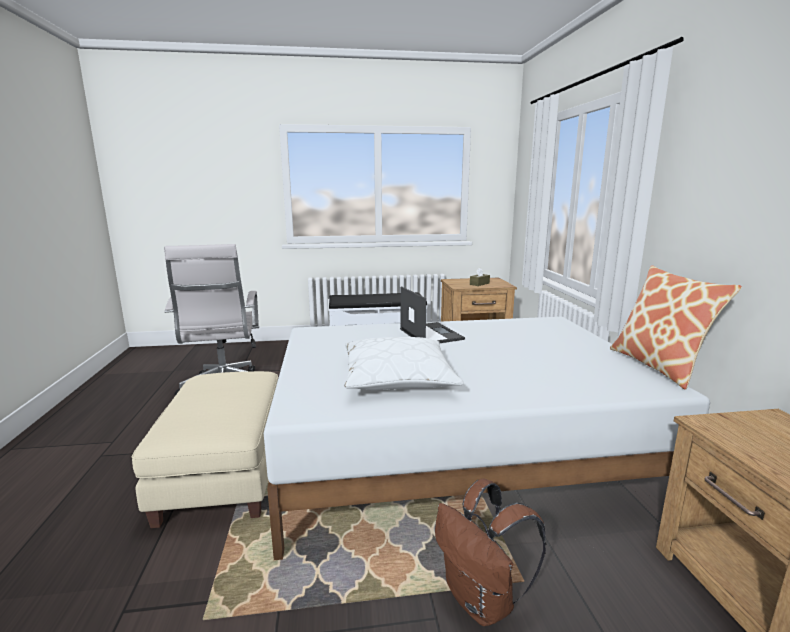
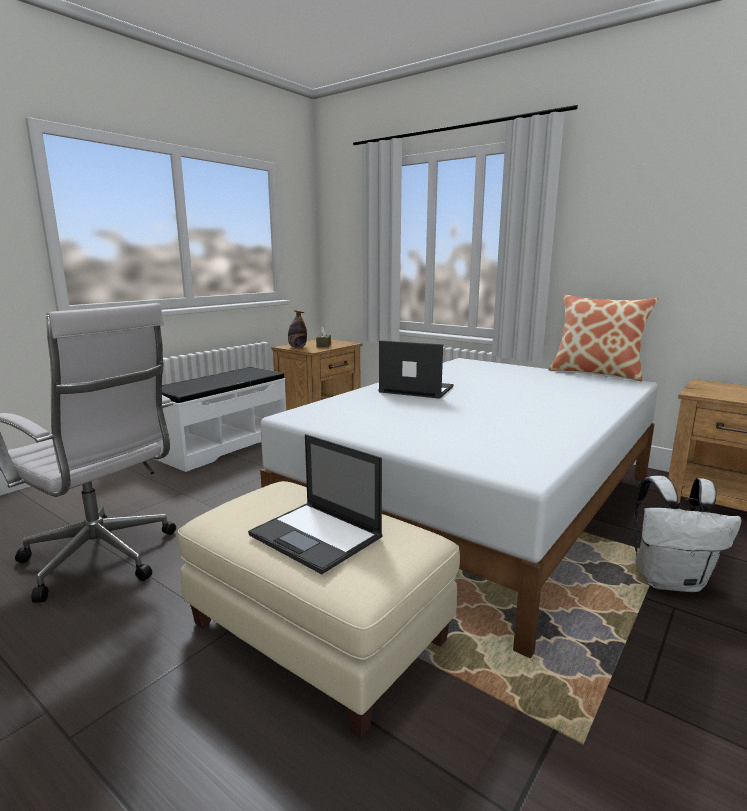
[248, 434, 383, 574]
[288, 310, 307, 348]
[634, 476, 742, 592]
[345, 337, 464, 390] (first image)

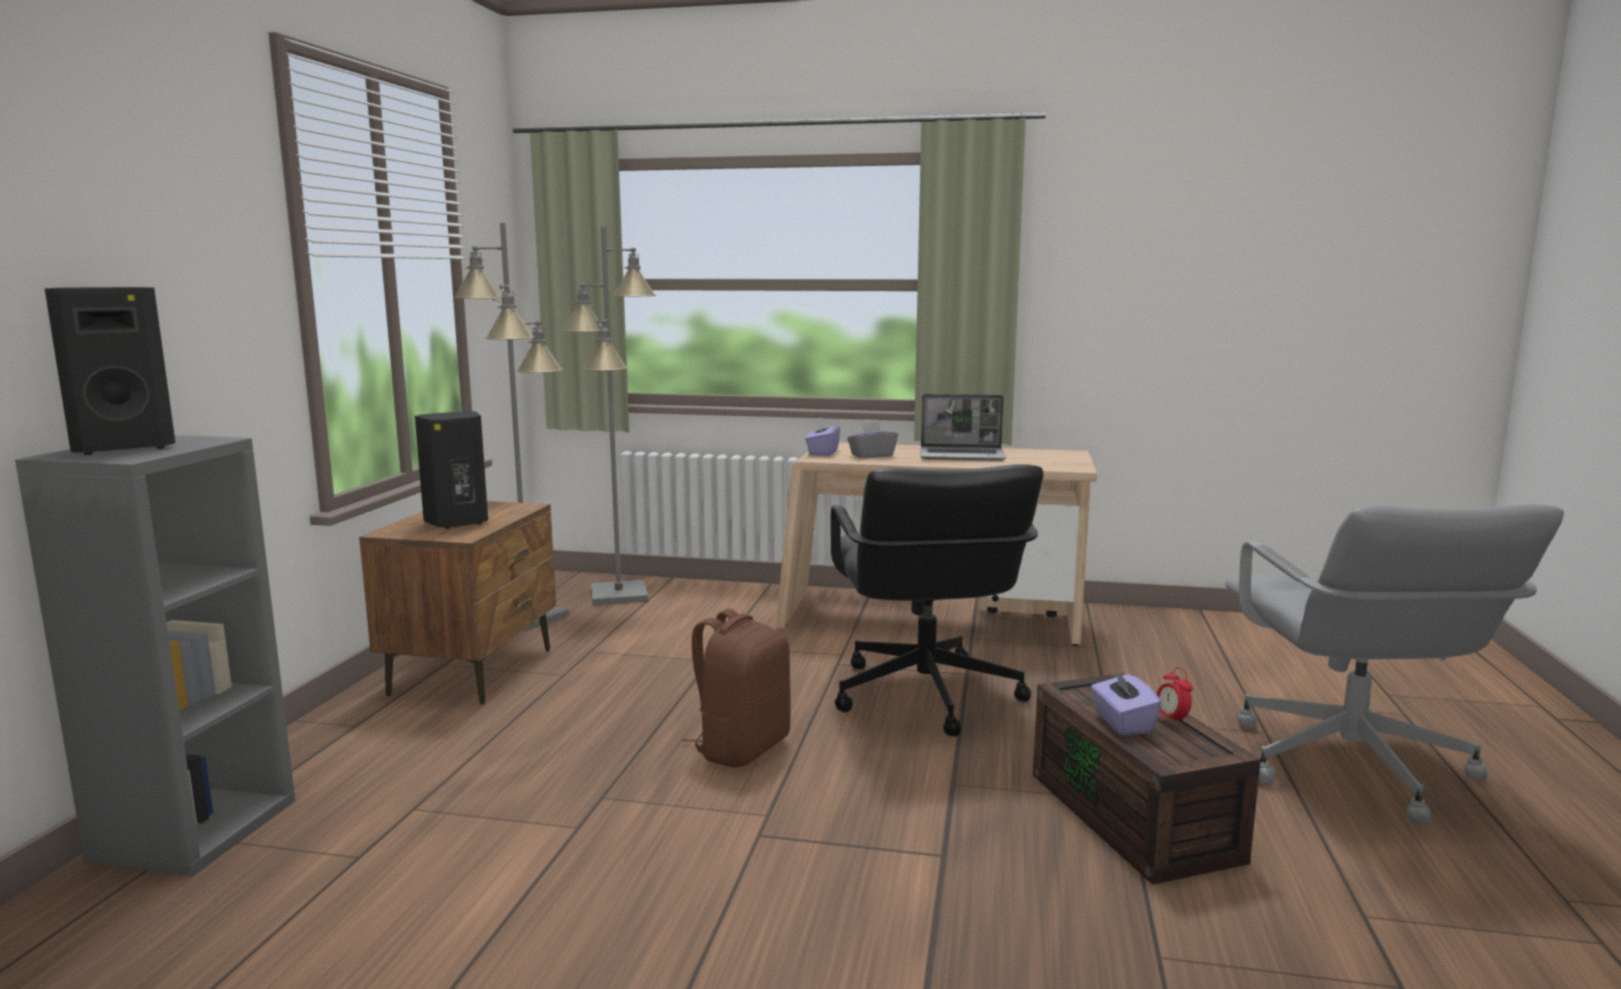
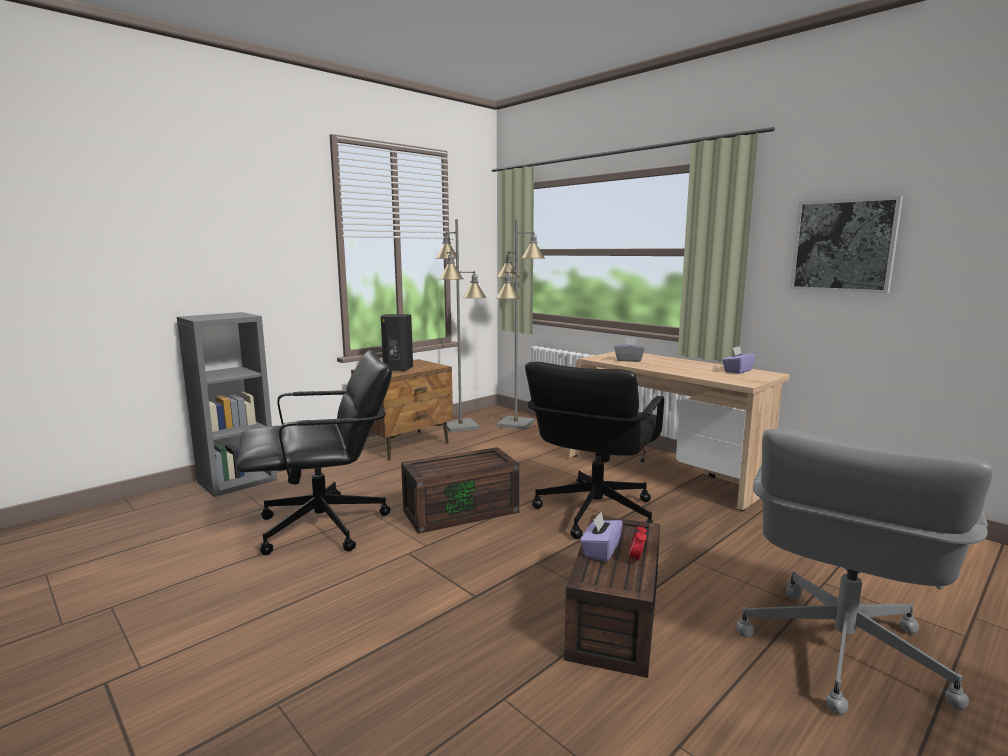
[236, 350, 392, 555]
[401, 447, 519, 534]
[722, 346, 755, 374]
[790, 196, 903, 293]
[45, 287, 175, 455] (first image)
[920, 394, 1006, 461] (first image)

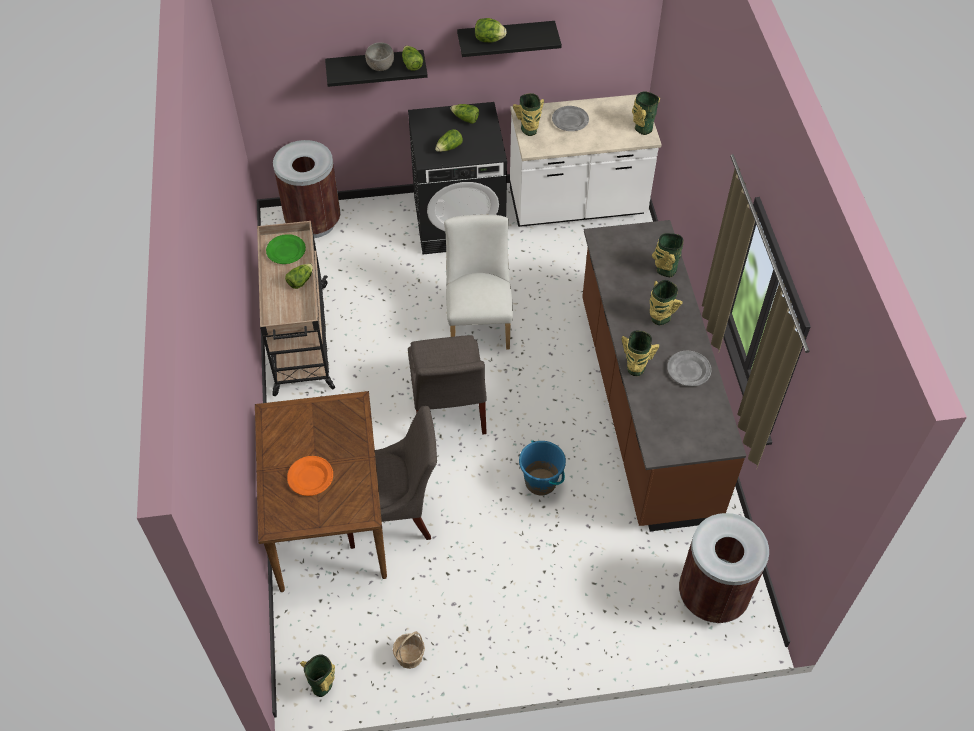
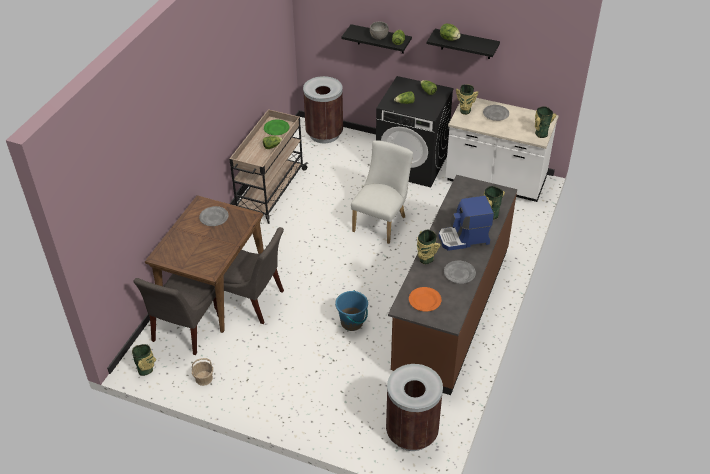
[133, 274, 218, 355]
[199, 206, 229, 226]
[409, 287, 441, 312]
[439, 195, 494, 251]

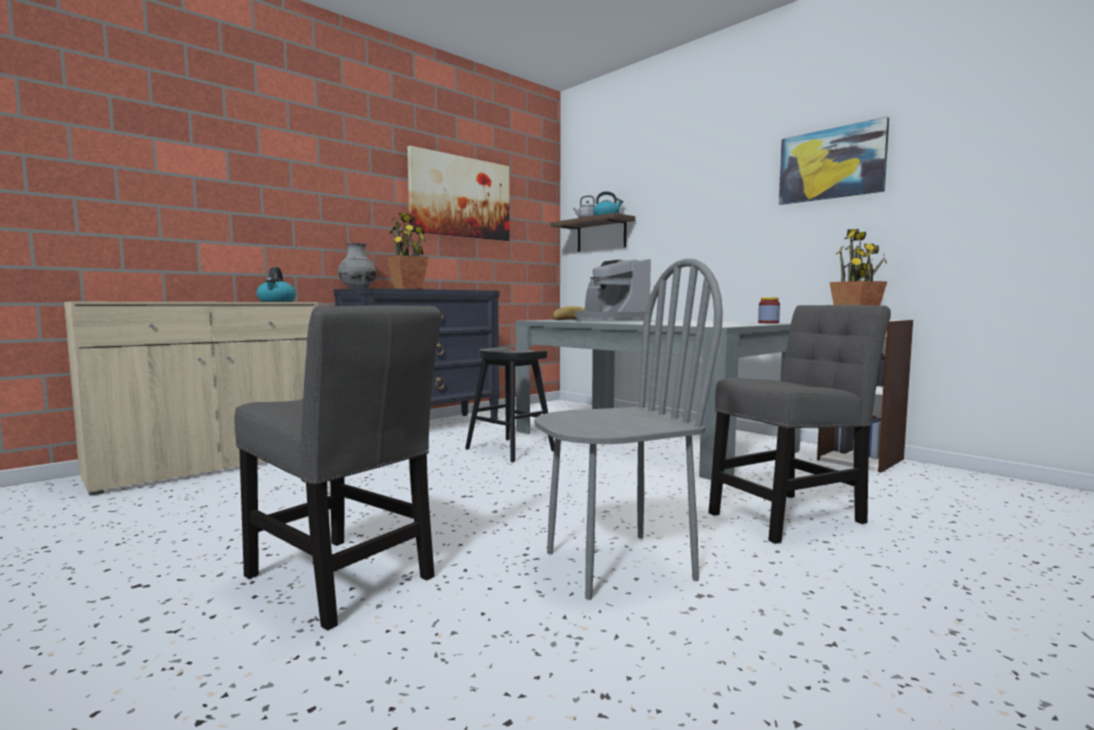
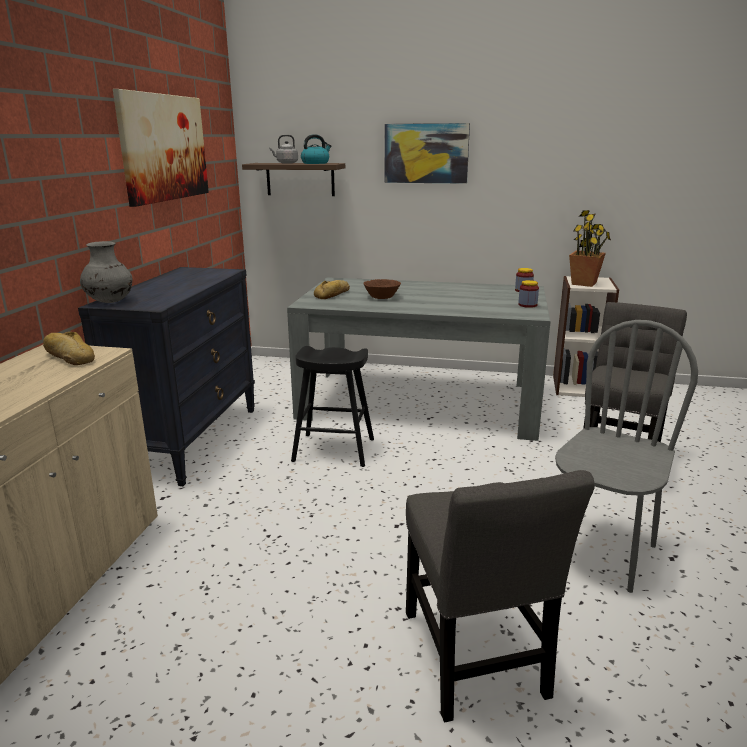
[43, 332, 95, 365]
[363, 279, 401, 299]
[384, 123, 470, 184]
[406, 470, 595, 723]
[518, 280, 539, 308]
[387, 213, 429, 289] (first image)

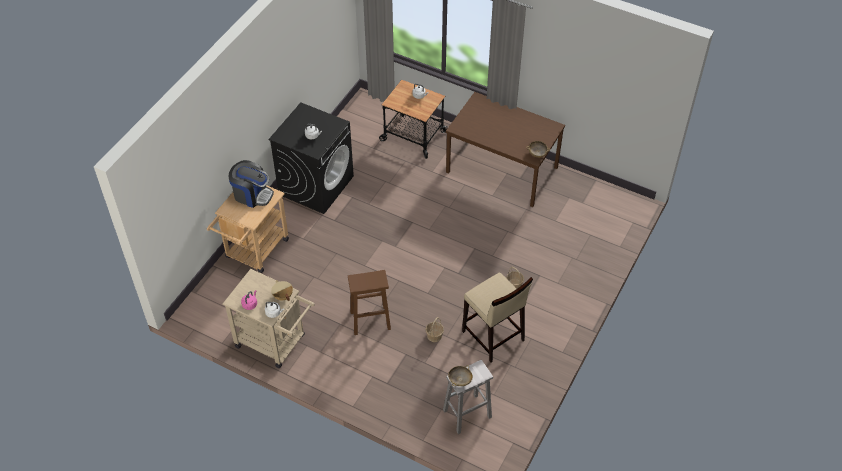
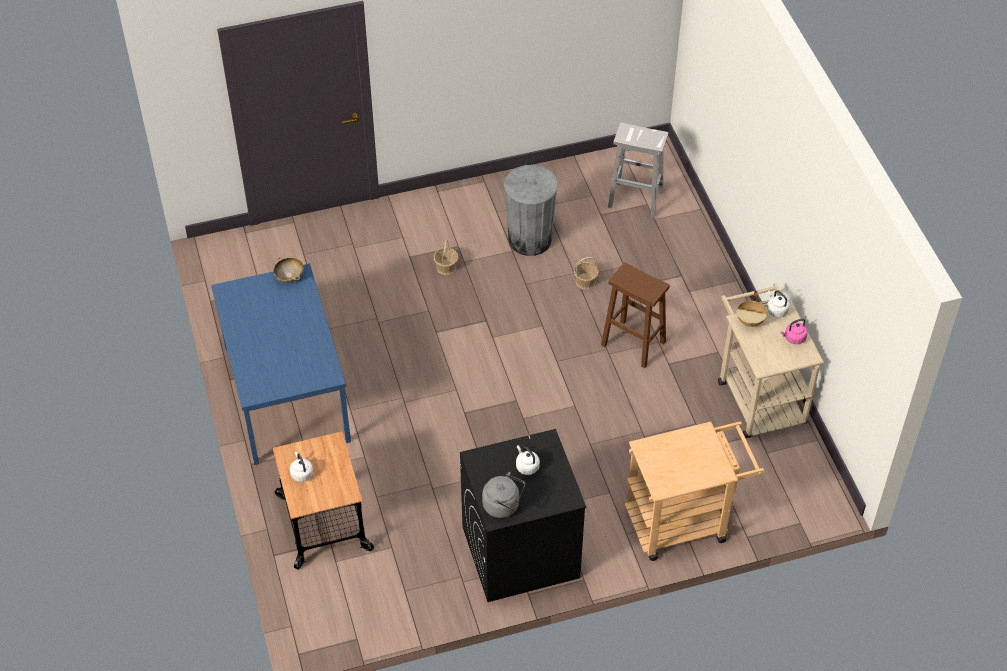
[211, 264, 351, 465]
[482, 472, 525, 518]
[504, 165, 558, 256]
[229, 160, 274, 208] (first image)
[448, 365, 473, 386] (first image)

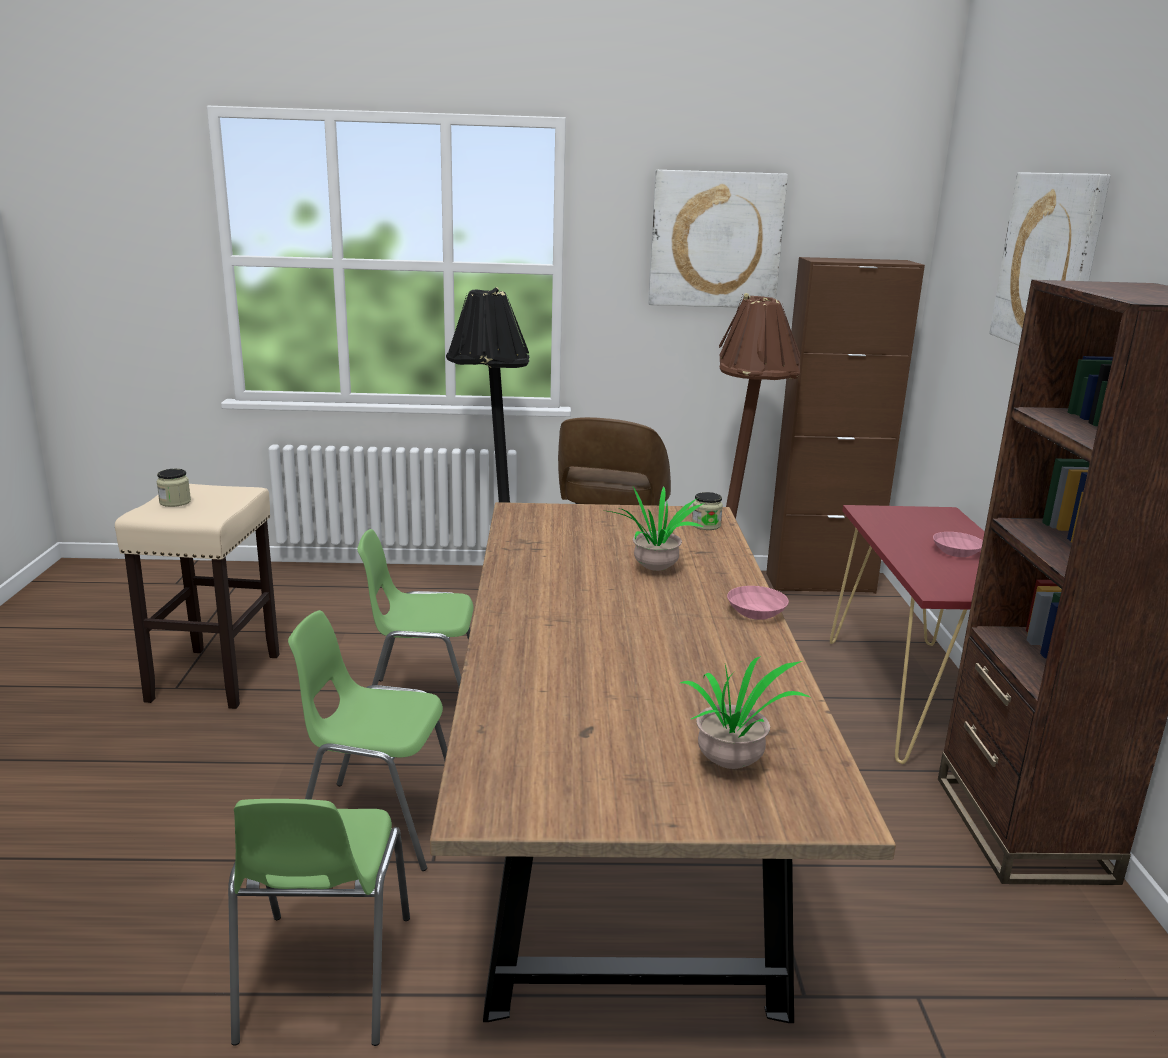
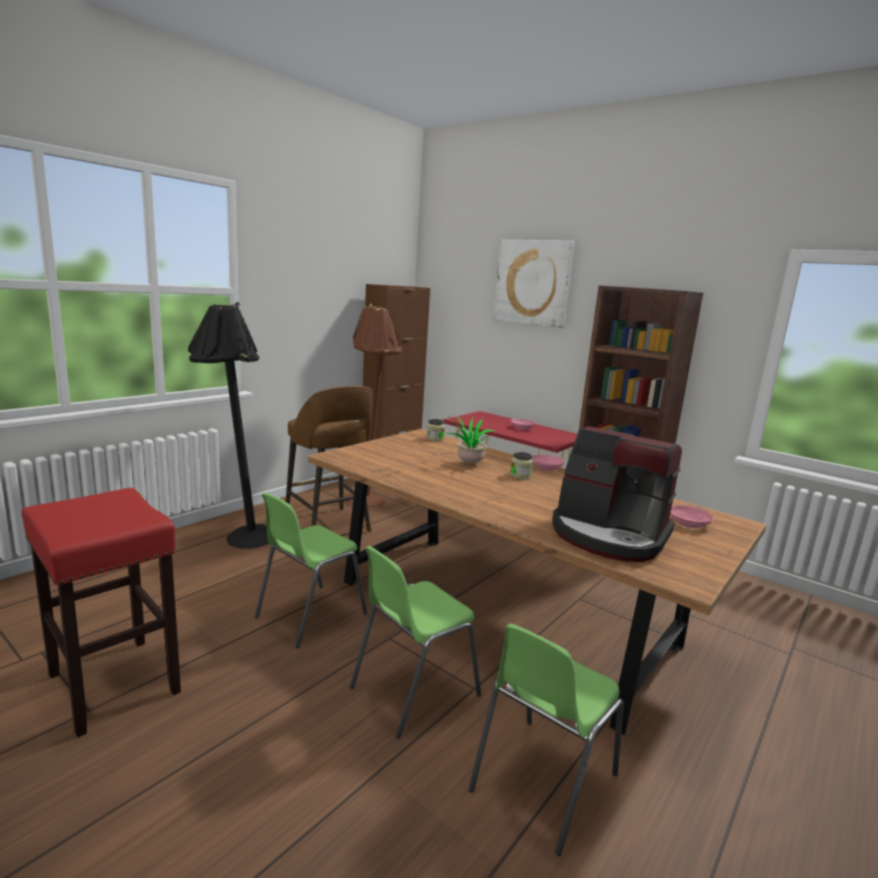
[21, 488, 181, 738]
[469, 624, 624, 856]
[510, 452, 533, 479]
[552, 426, 682, 562]
[670, 505, 714, 528]
[648, 170, 788, 308] (first image)

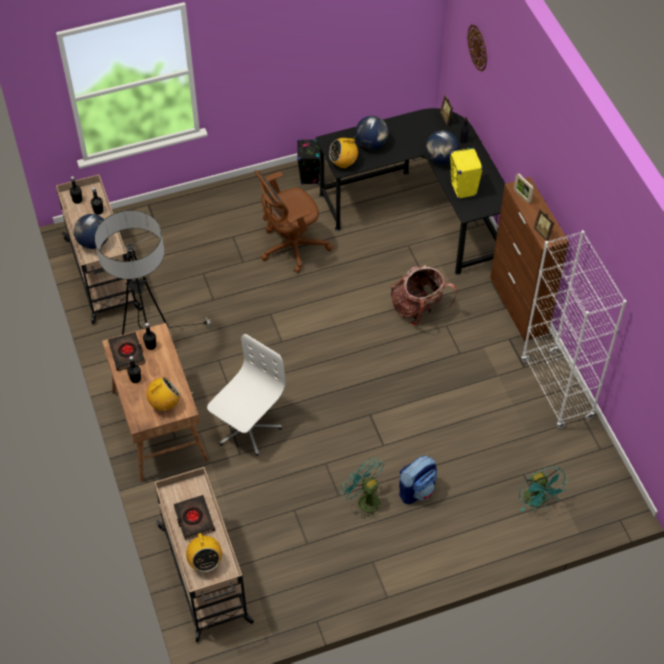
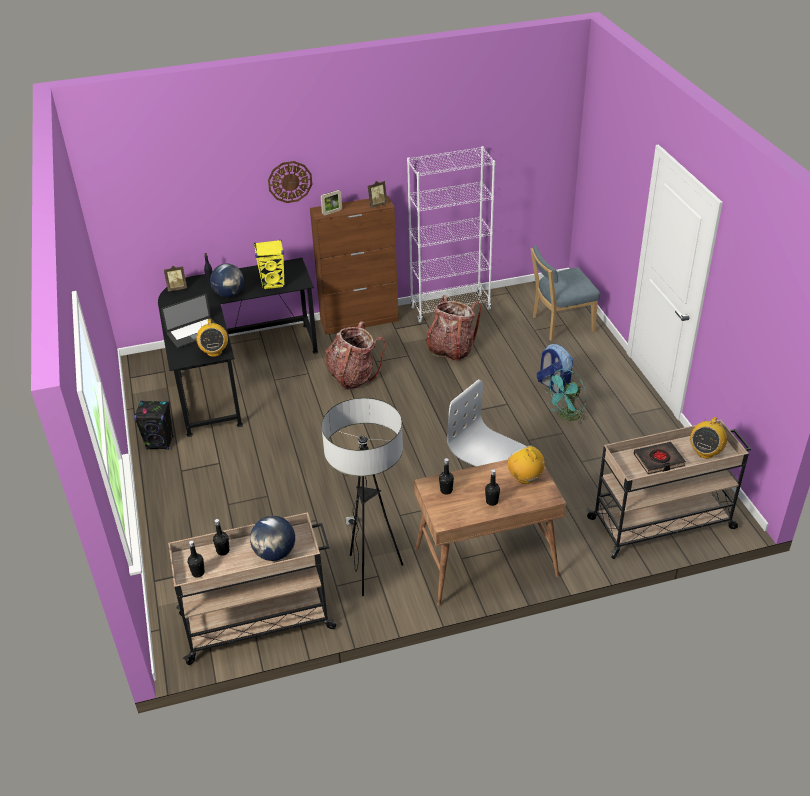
[161, 294, 215, 348]
[268, 161, 313, 203]
[426, 295, 481, 361]
[531, 245, 600, 341]
[690, 417, 727, 459]
[108, 332, 145, 371] (first image)
[254, 170, 333, 273] (first image)

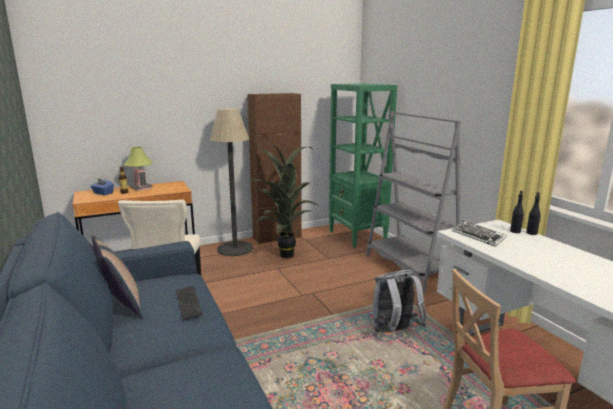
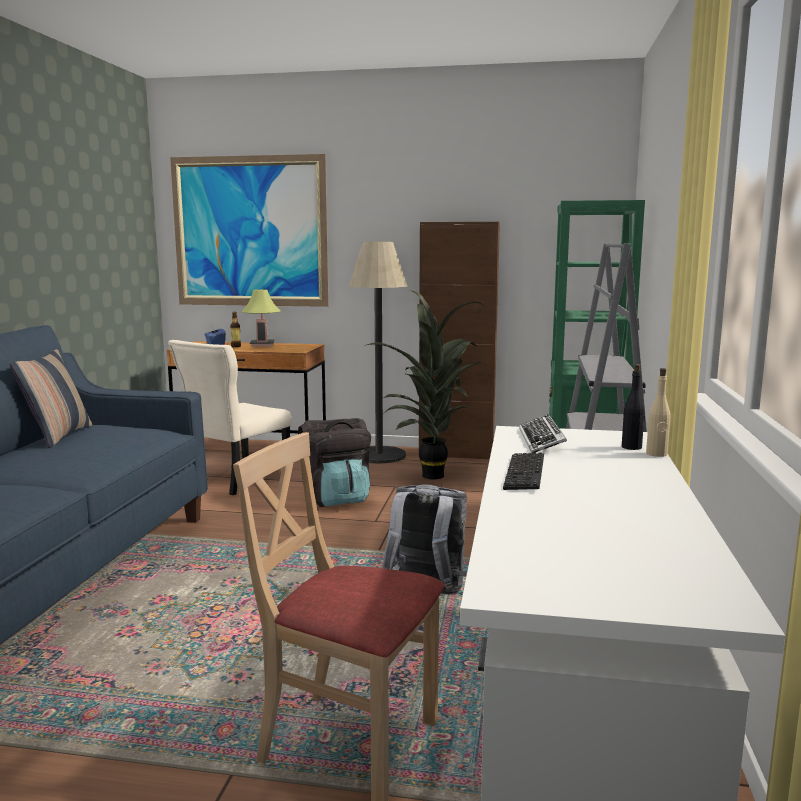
[170, 154, 329, 307]
[298, 418, 371, 507]
[503, 452, 544, 490]
[646, 368, 670, 457]

